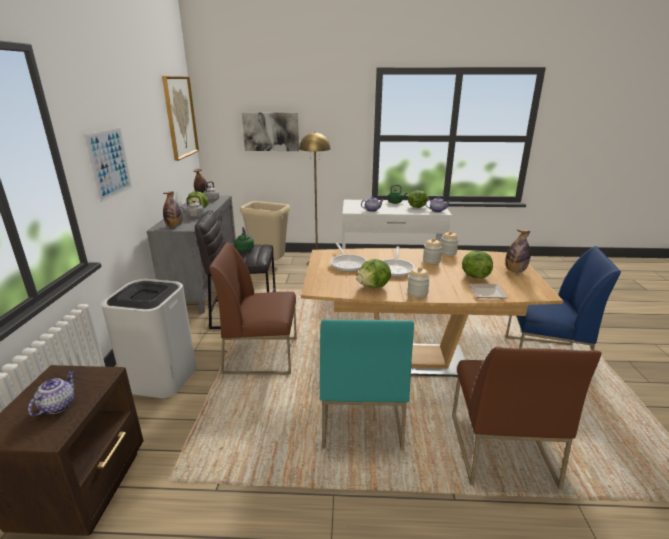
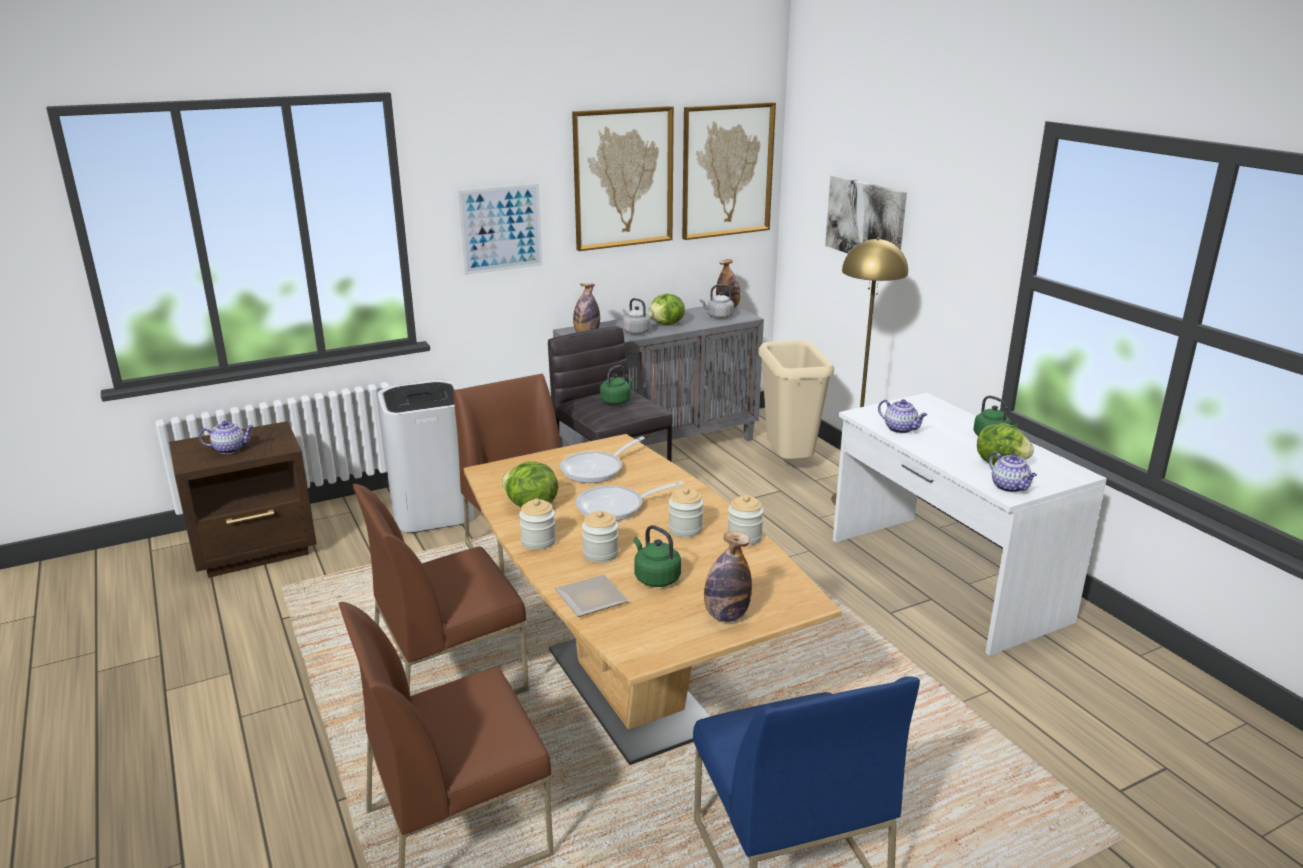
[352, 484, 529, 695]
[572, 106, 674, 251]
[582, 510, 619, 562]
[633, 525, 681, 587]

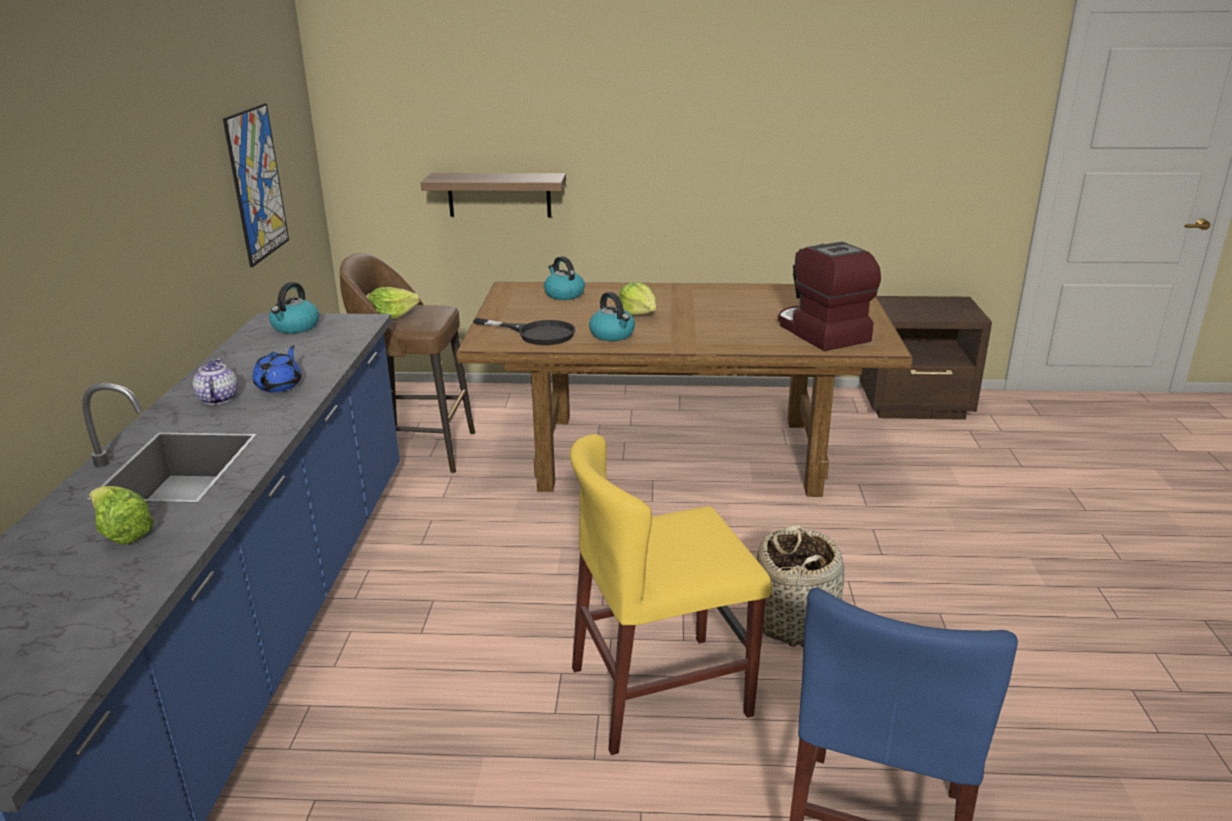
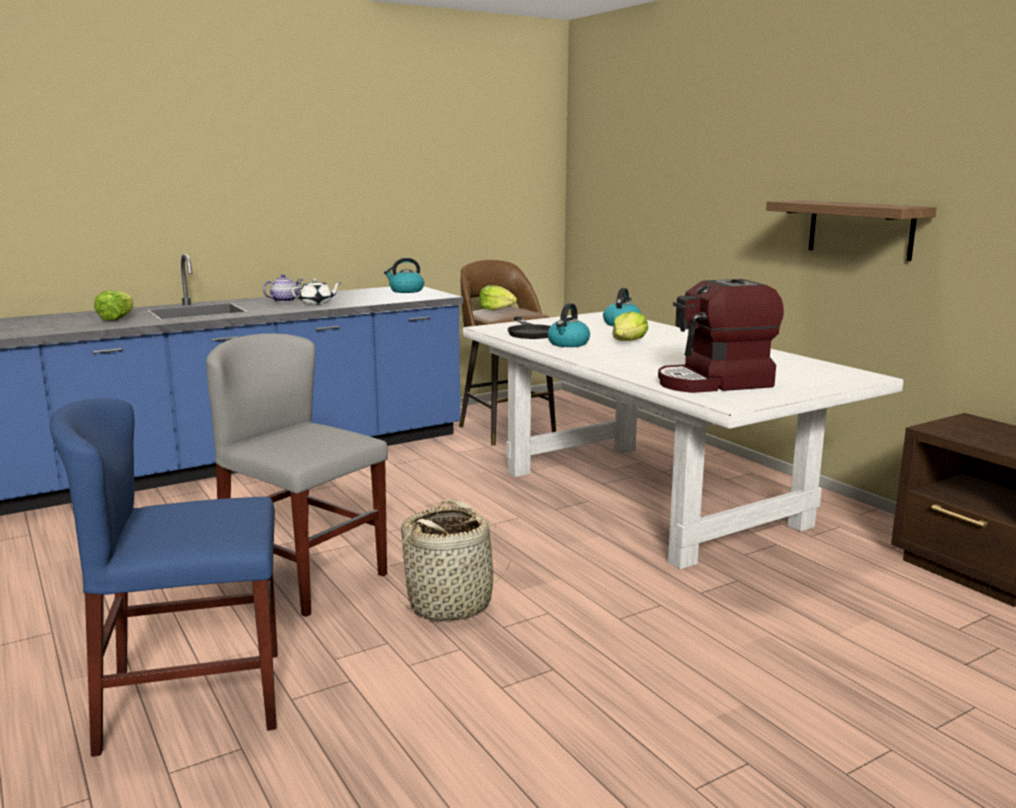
[206, 333, 388, 617]
[291, 279, 340, 305]
[463, 312, 904, 569]
[658, 279, 784, 393]
[766, 200, 937, 261]
[223, 103, 289, 267] (first image)

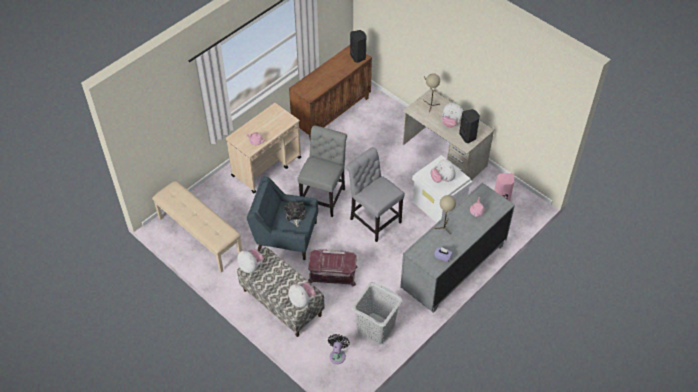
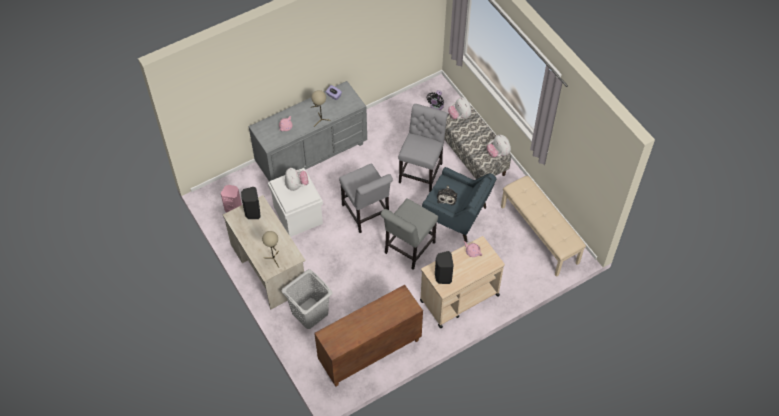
[282, 269, 333, 329]
[398, 104, 448, 192]
[435, 251, 454, 284]
[442, 103, 464, 128] (first image)

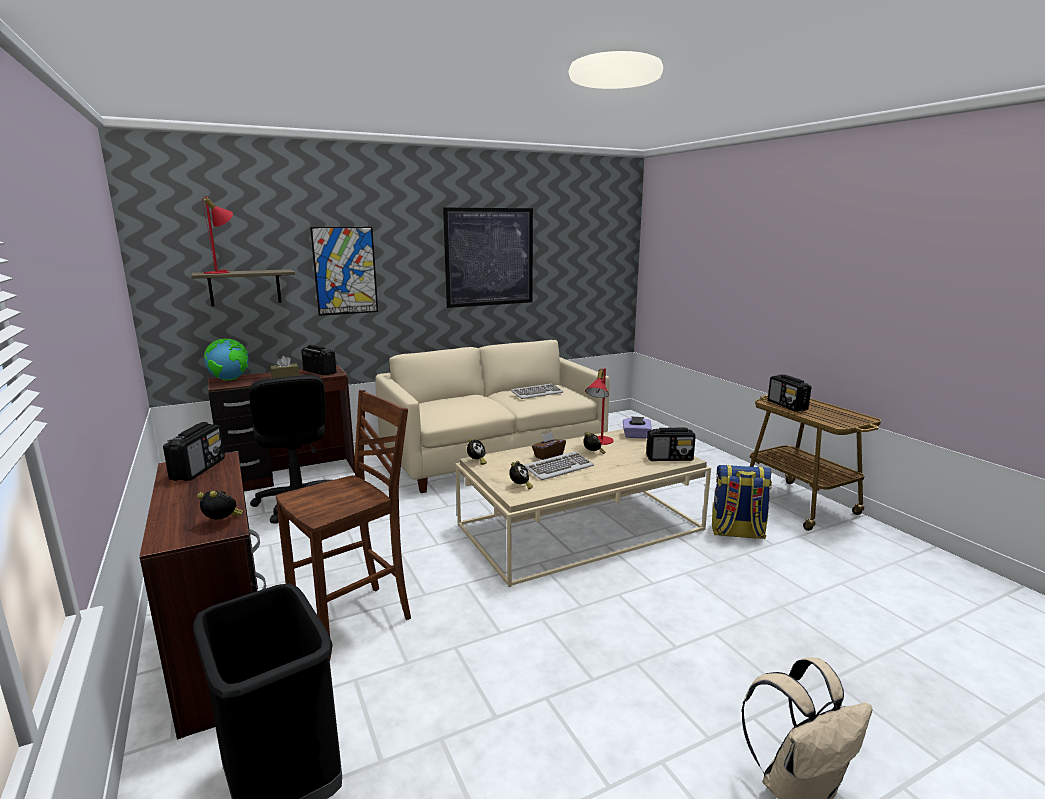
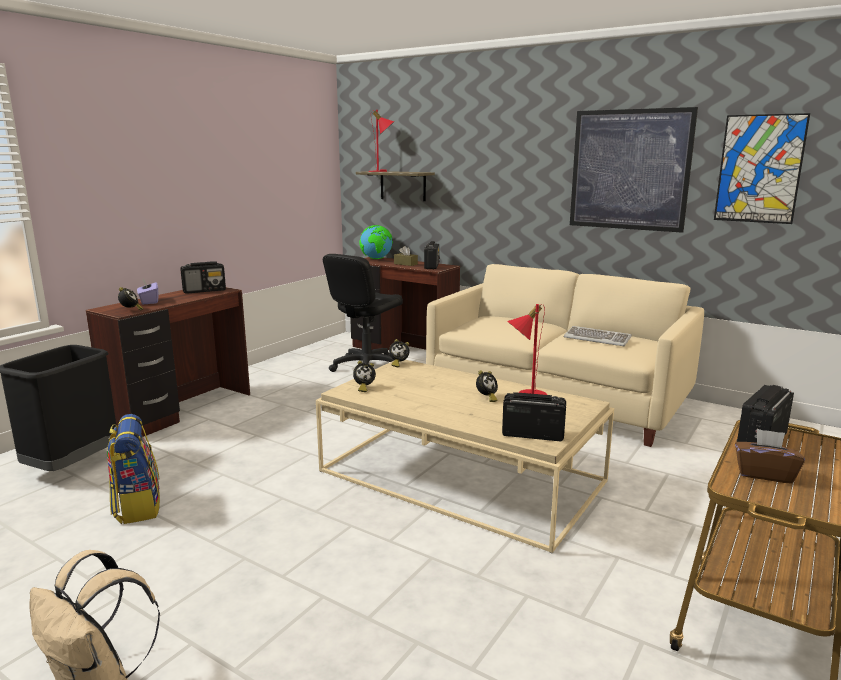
[107, 414, 160, 524]
[137, 278, 158, 304]
[502, 392, 566, 441]
[714, 113, 810, 224]
[735, 429, 805, 484]
[276, 390, 411, 659] (first image)
[524, 452, 594, 480] (first image)

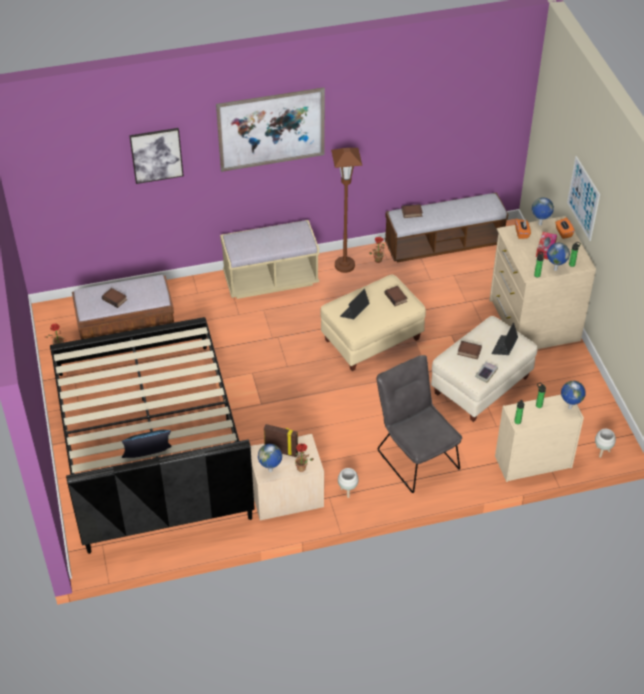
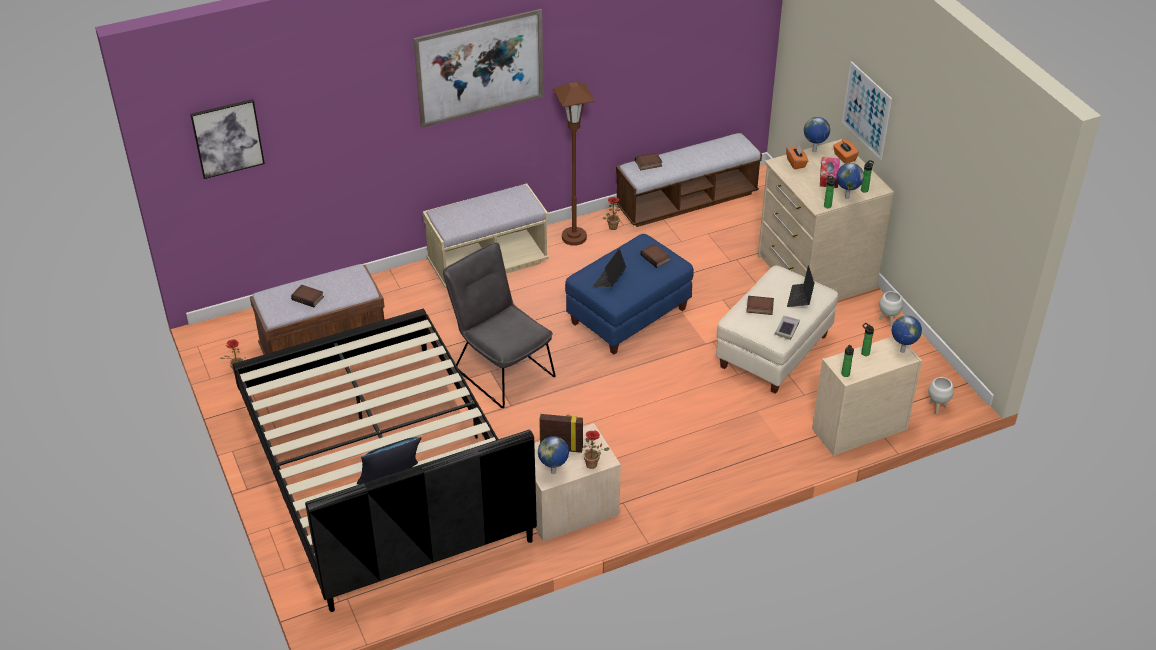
[190, 99, 265, 179]
[443, 243, 556, 408]
[565, 234, 694, 355]
[879, 291, 903, 327]

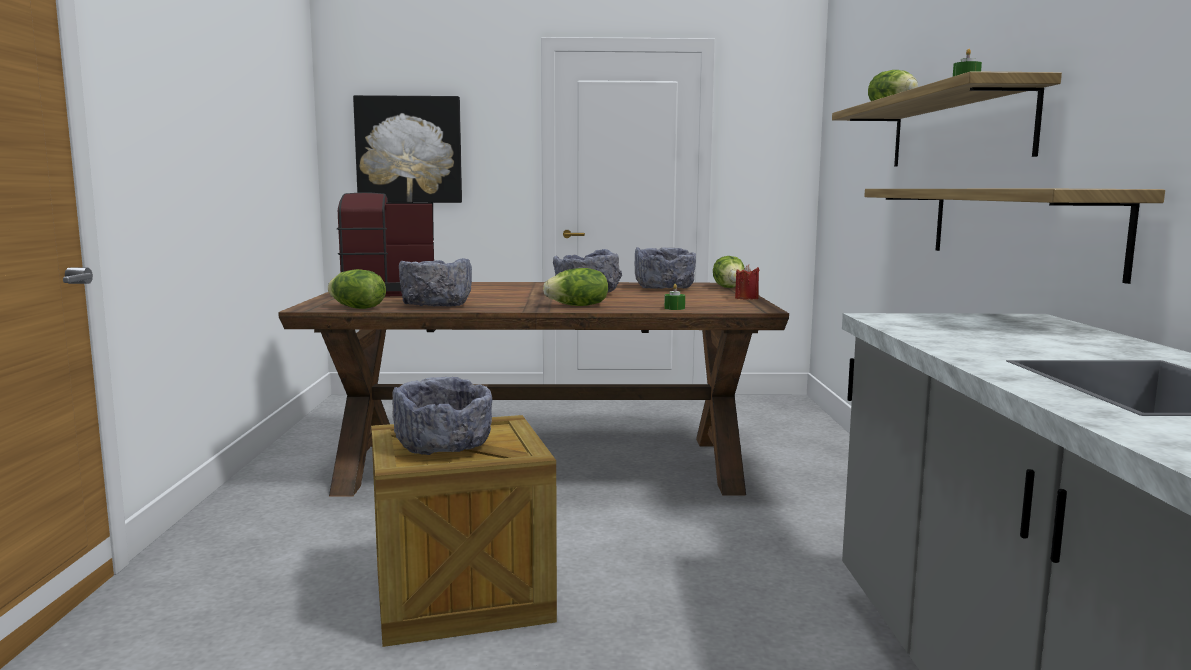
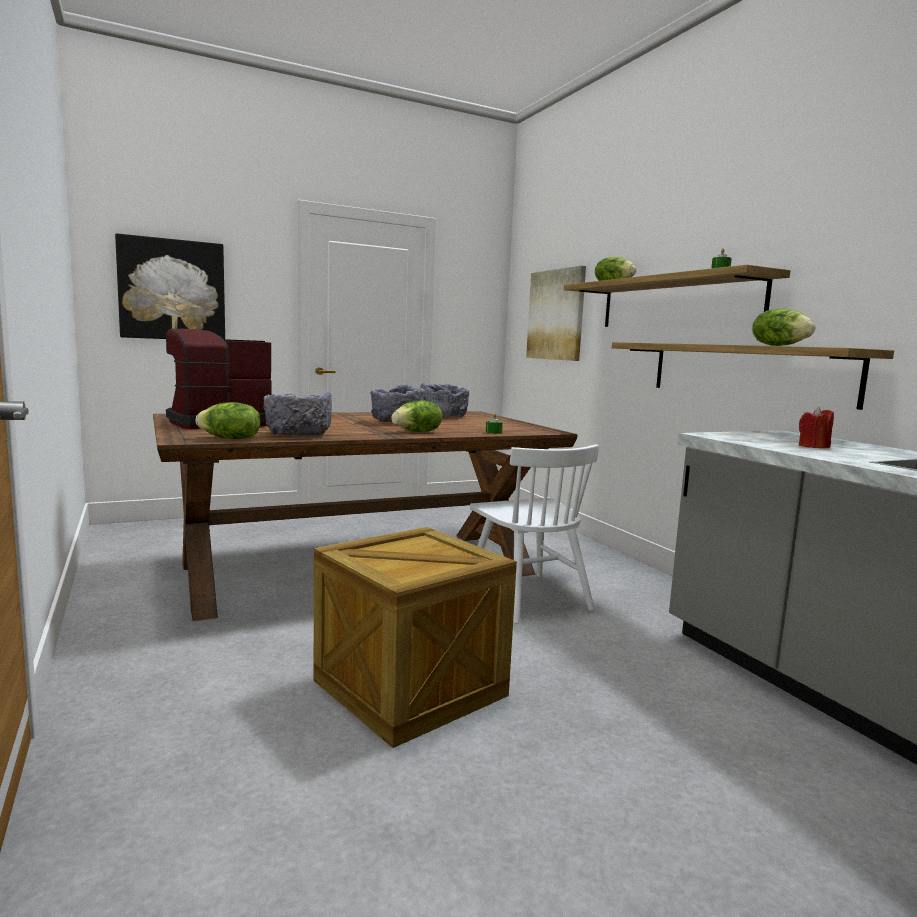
[470, 444, 599, 624]
[526, 266, 586, 361]
[752, 309, 816, 346]
[799, 407, 834, 448]
[392, 377, 492, 455] (first image)

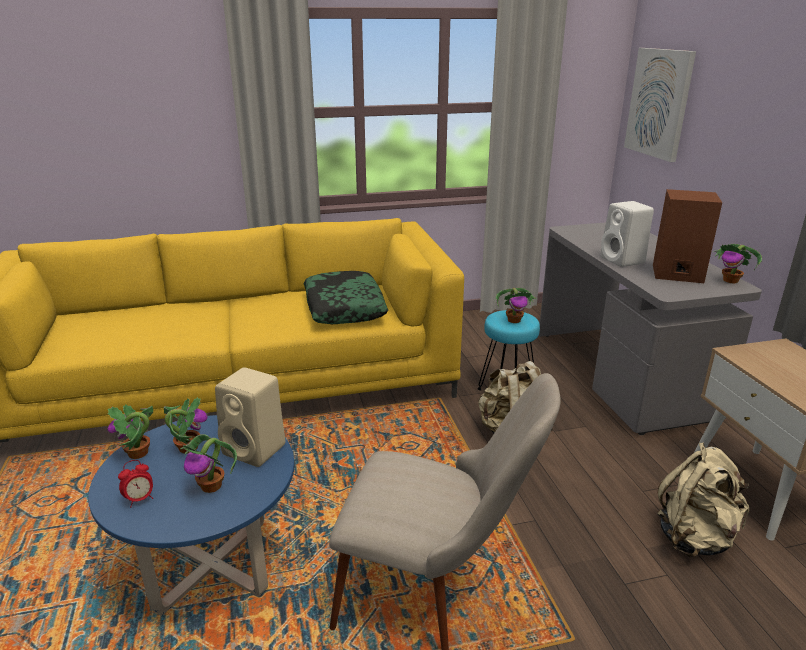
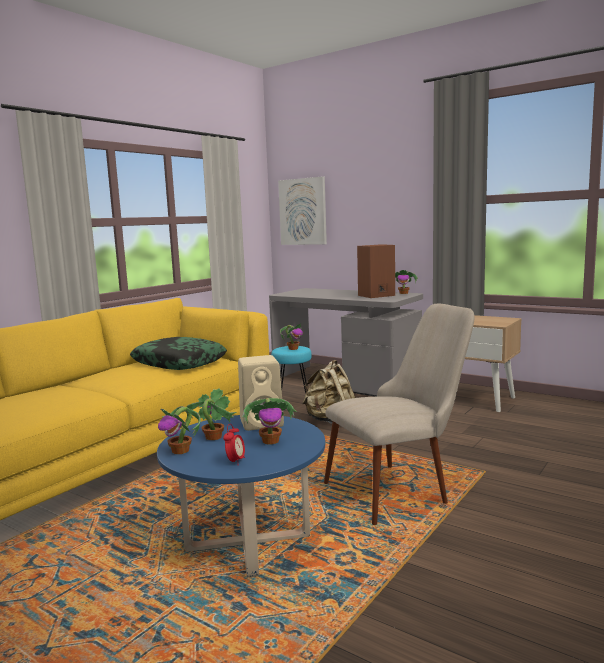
[600, 201, 654, 267] (first image)
[657, 442, 749, 557] (first image)

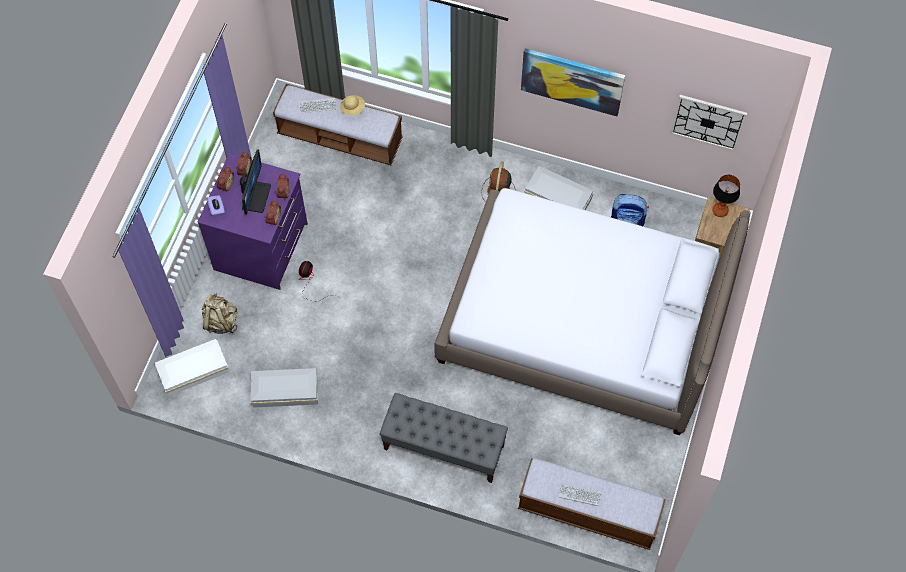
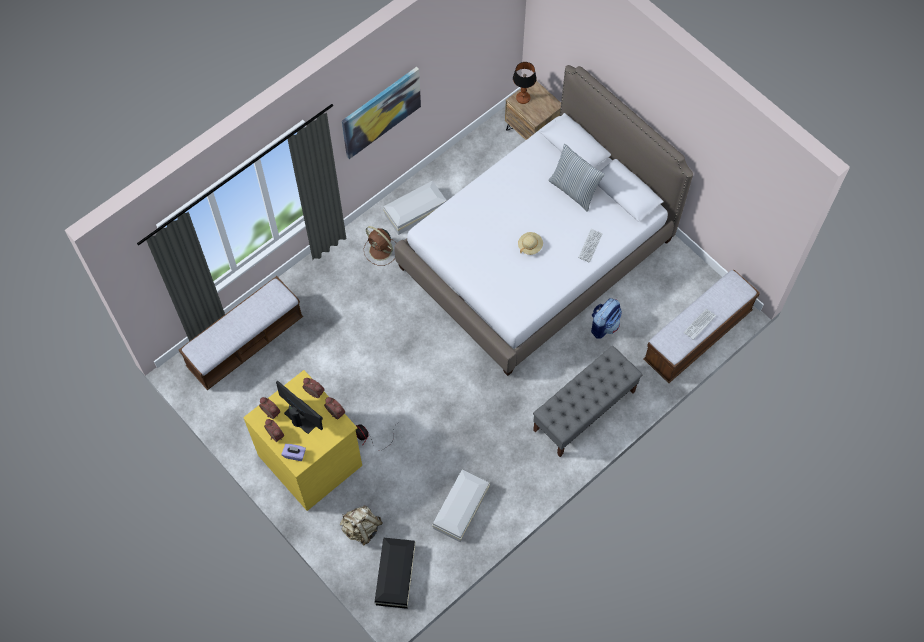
[243, 370, 362, 511]
[374, 538, 416, 609]
[518, 232, 543, 255]
[548, 144, 605, 212]
[578, 229, 602, 263]
[591, 298, 622, 339]
[670, 95, 747, 151] (first image)

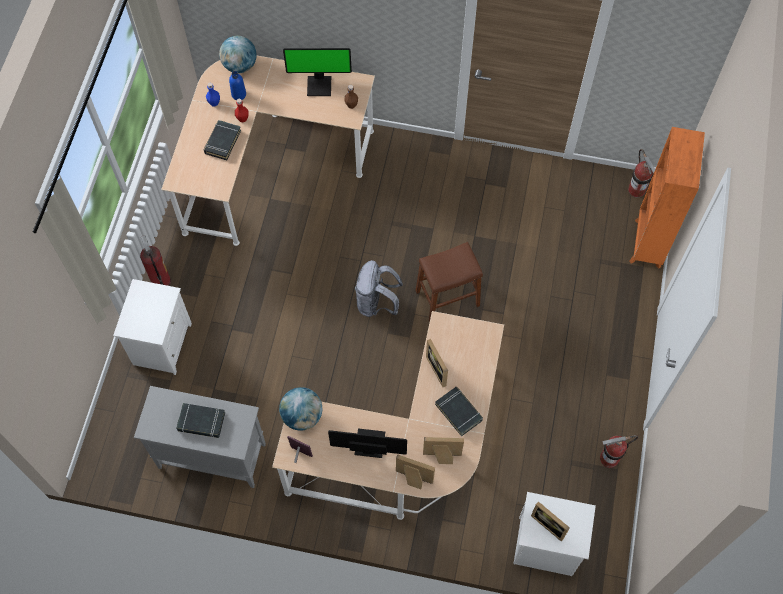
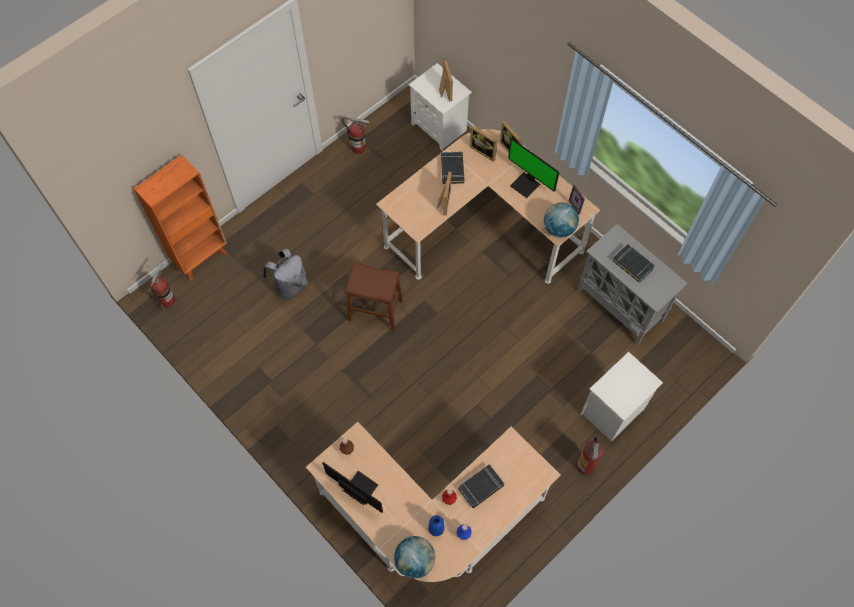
[263, 249, 308, 300]

